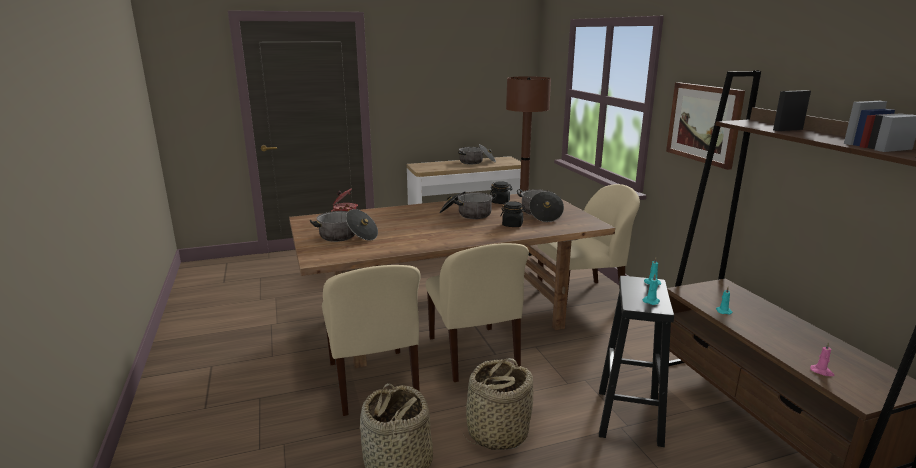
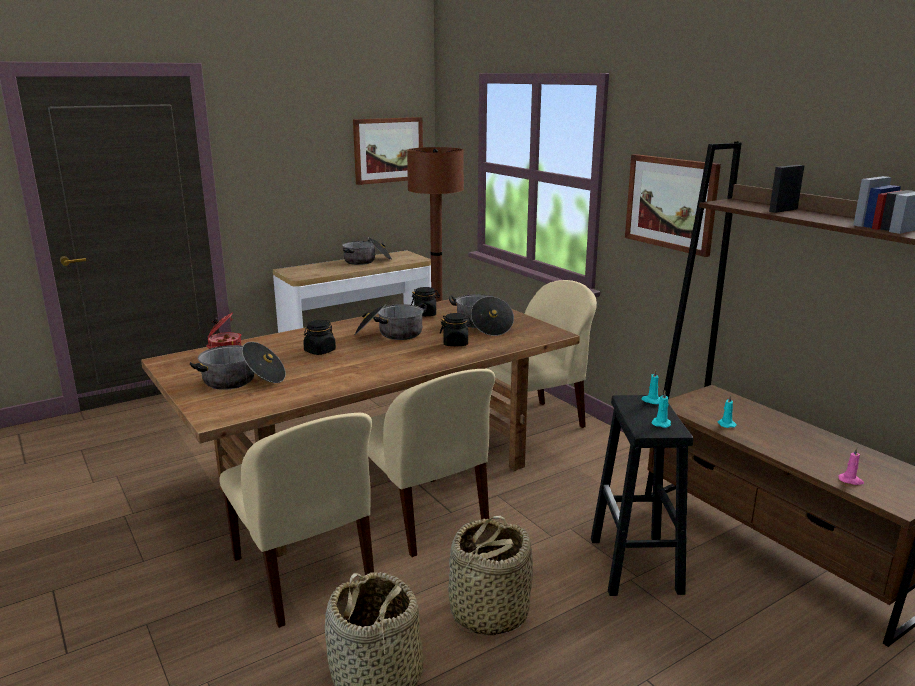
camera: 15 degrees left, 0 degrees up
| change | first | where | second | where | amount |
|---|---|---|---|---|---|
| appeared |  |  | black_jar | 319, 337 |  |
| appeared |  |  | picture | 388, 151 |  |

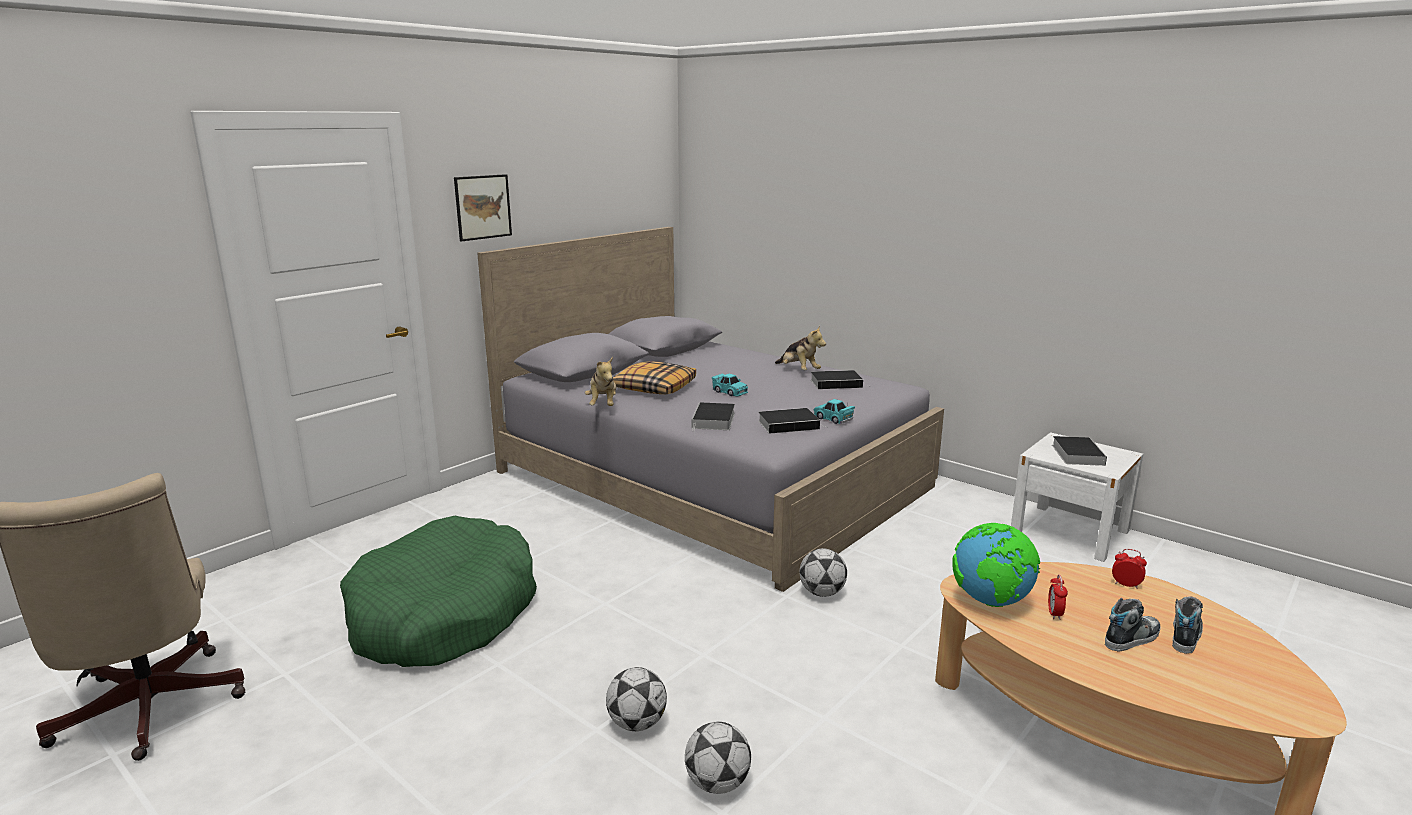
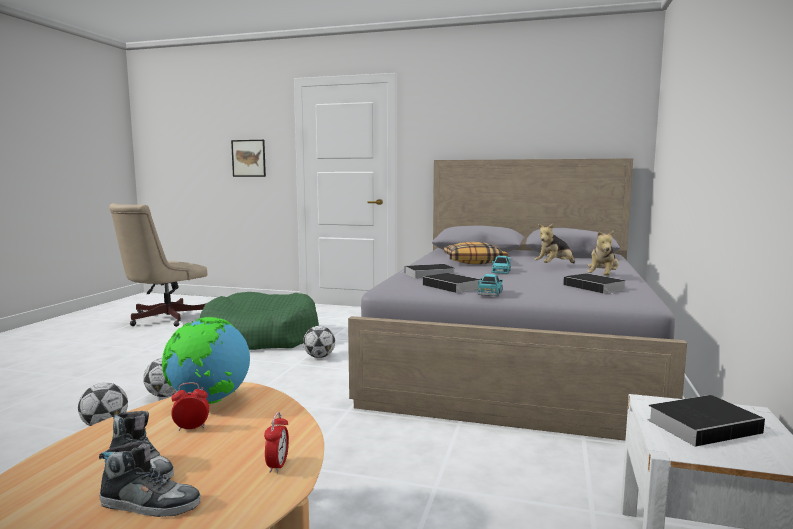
camera: 65 degrees right, 10 degrees down
| change | first | where | second | where | amount |
|---|---|---|---|---|---|
| relocated | picture | 483, 207 |  | 248, 158 |  |
| relocated | plush_toy | 600, 381 |  | 554, 244 |  |
| relocated | football | 823, 572 |  | 319, 342 |  |

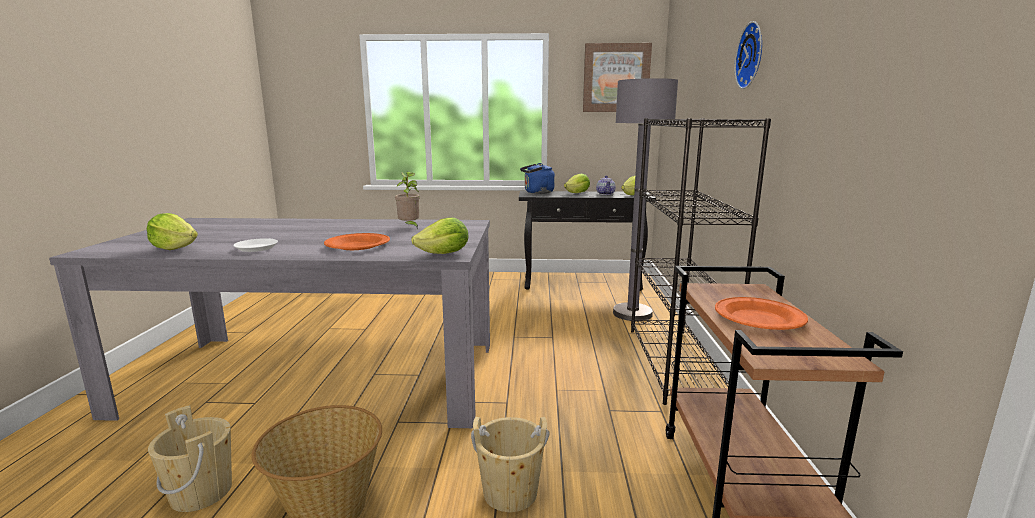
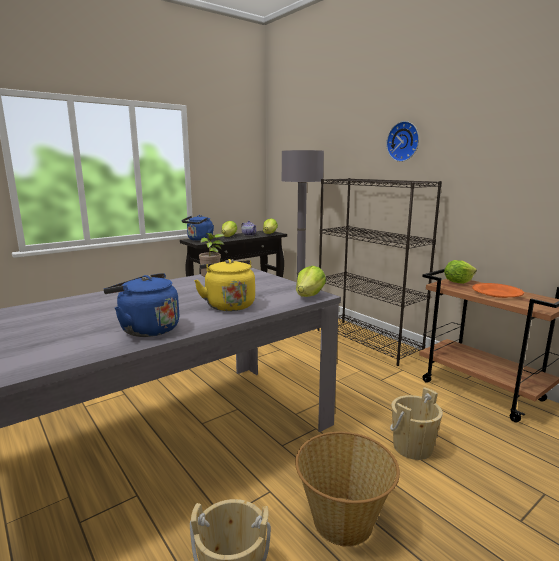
camera: 40 degrees left, 0 degrees up
| change | first | where | second | where | amount |
|---|---|---|---|---|---|
| relocated | lettuce | 172, 231 |  | 460, 272 |  |
| exchanged | white_plate | 255, 245 | blue_kettle | 141, 305 |  |
| exchanged | orange_plate | 357, 241 | yellow_kettle | 224, 285 |  |
| missing | picture | 617, 77 |  |  |  |

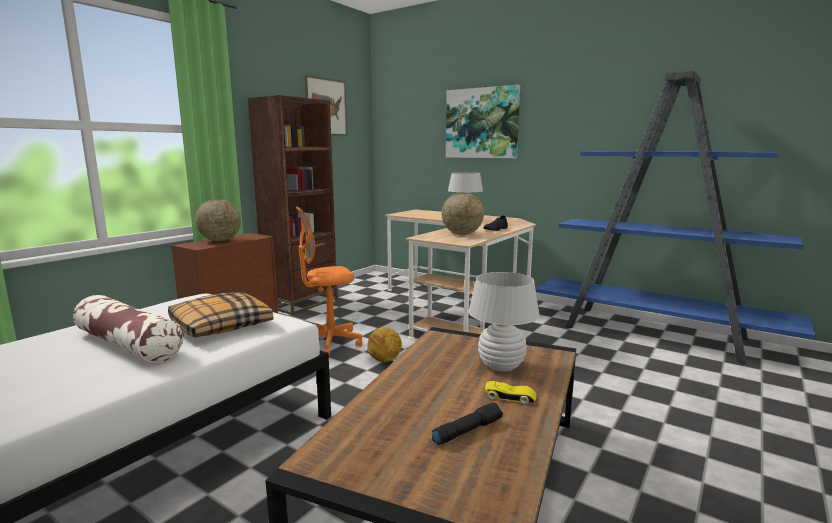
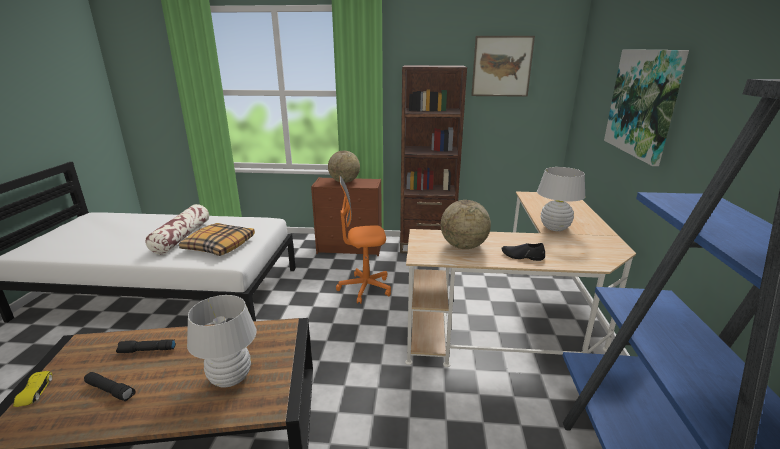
camera: 60 degrees right, 10 degrees up
| change | first | where | second | where | amount |
|---|---|---|---|---|---|
| spun | orange_office_chair | 329, 281 |  | 363, 240 | 45 degrees counterclockwise |
| missing | football | 384, 344 |  |  |  |
| relocated | yellow_toy_car | 510, 392 |  | 33, 389 |  |
| appeared |  |  | black_flashlight | 146, 346 |  |

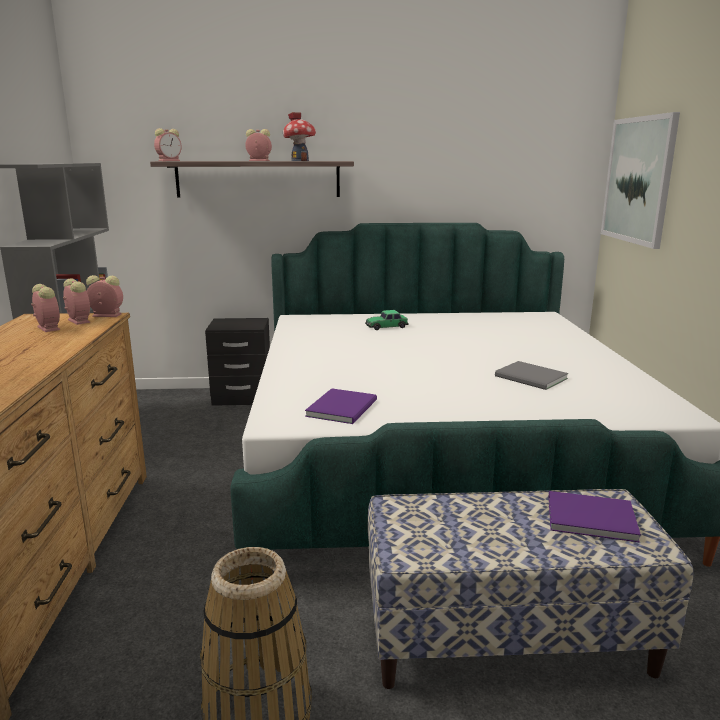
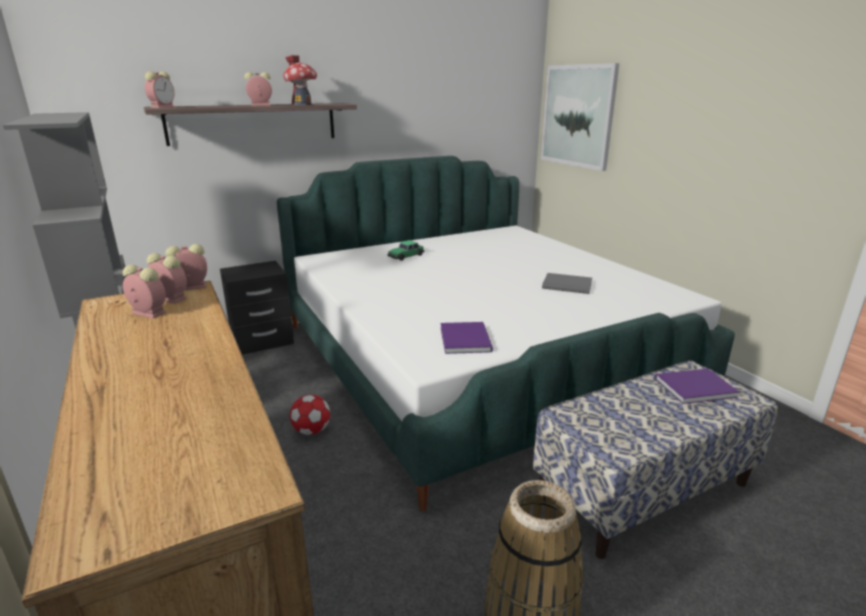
camera: 25 degrees left, 5 degrees up
| change | first | where | second | where | amount |
|---|---|---|---|---|---|
| appeared |  |  | football | 310, 415 |  |

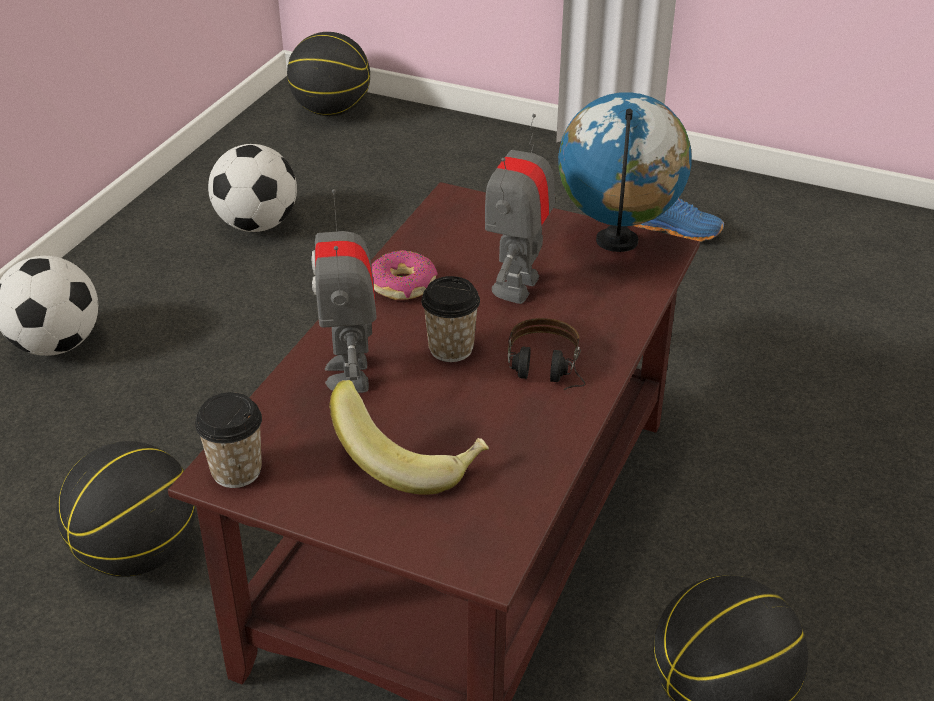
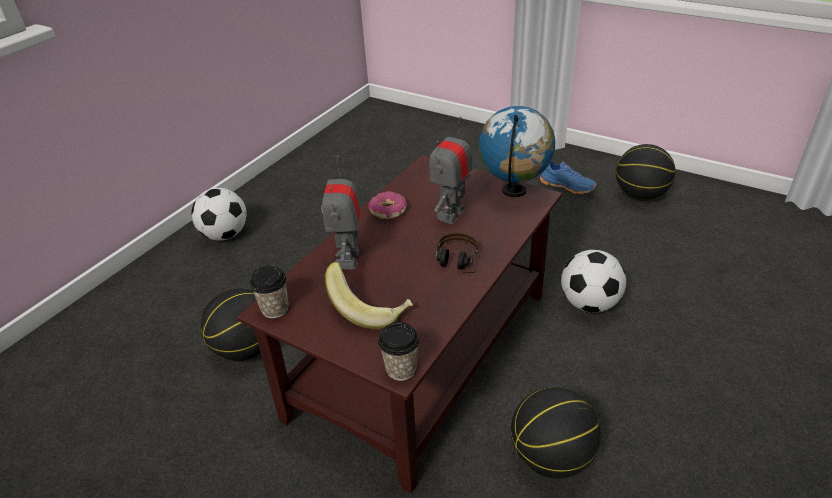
camera: 10 degrees right, 0 degrees up
| change | first | where | second | where | amount |
|---|---|---|---|---|---|
| relocated | football | 252, 188 |  | 593, 281 |  |
| relocated | basketball | 328, 74 |  | 645, 172 |  |
| relocated | cup | 450, 319 |  | 398, 351 |  |

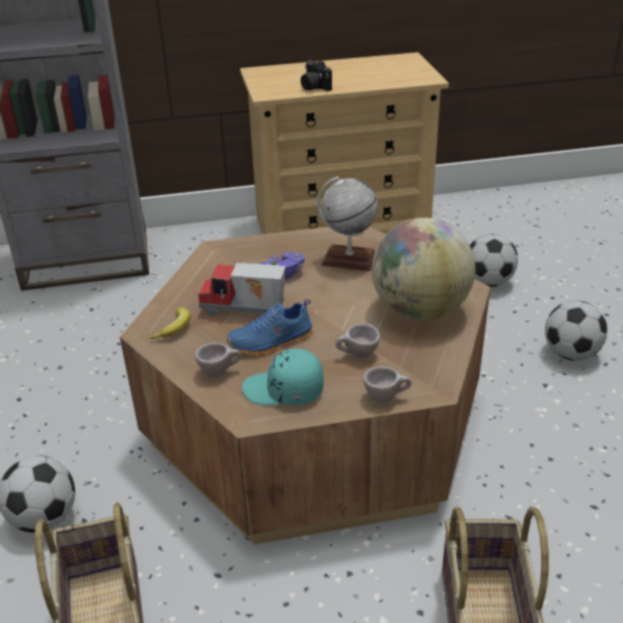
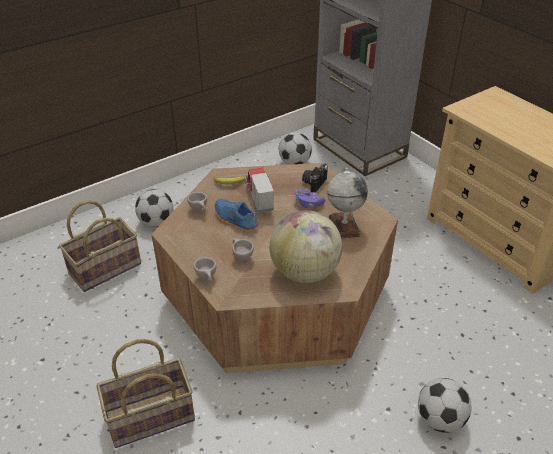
camera: 65 degrees right, 5 degrees up
| change | first | where | second | where | amount |
|---|---|---|---|---|---|
| missing | turquoise_cap | 283, 377 |  |  |  |
| relocated | photo_camera | 316, 75 |  | 315, 177 |  |
| relocated | football | 494, 260 |  | 295, 148 |  |

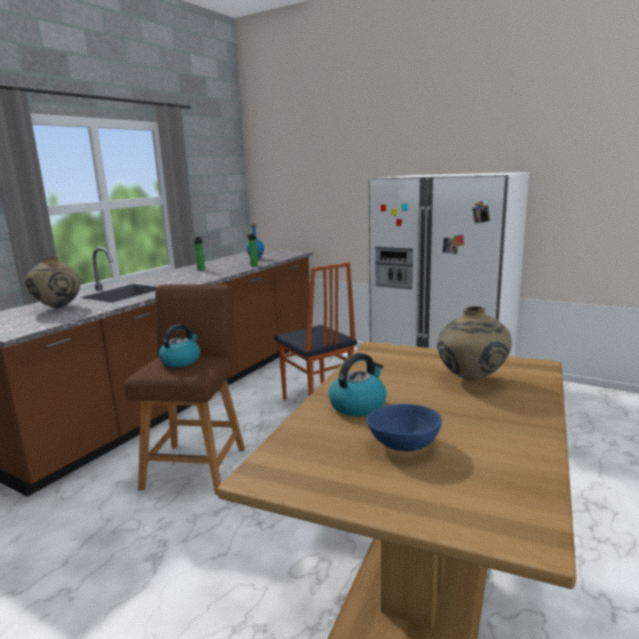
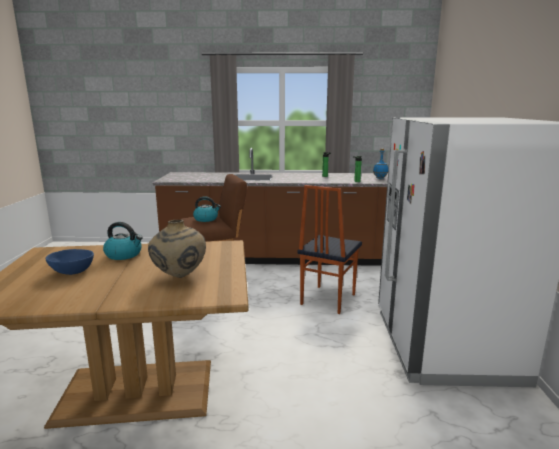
camera: 60 degrees right, 0 degrees up
| change | first | where | second | where | amount |
|---|---|---|---|---|---|
| missing | beige_vase | 53, 282 |  |  |  |

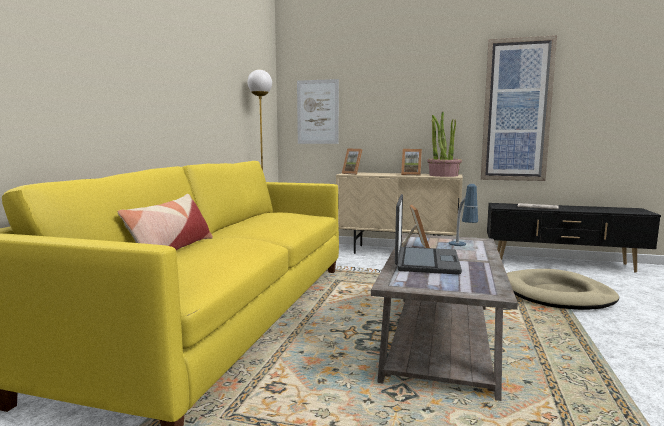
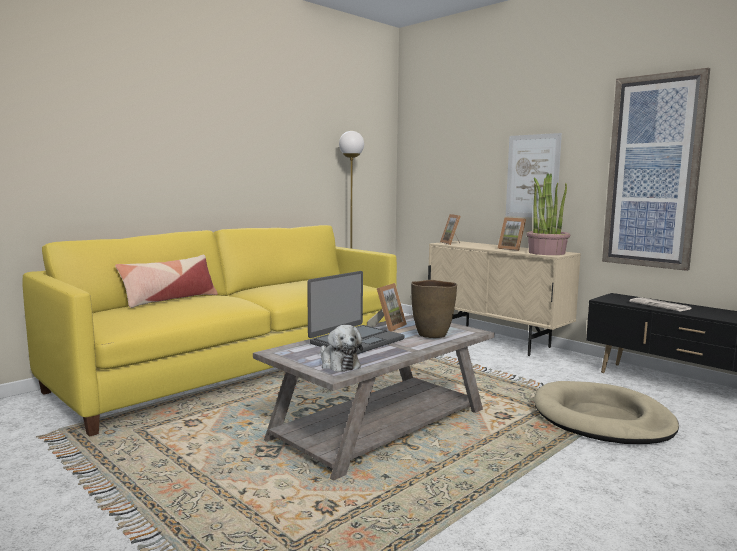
camera: 30 degrees right, 0 degrees up
| change | first | where | second | where | amount |
|---|---|---|---|---|---|
| relocated | picture | 318, 111 |  | 534, 175 |  |
| exchanged | table_lamp | 463, 215 | brown_vase | 434, 309 |  |
| appeared |  |  | plush_toy | 341, 348 |  |

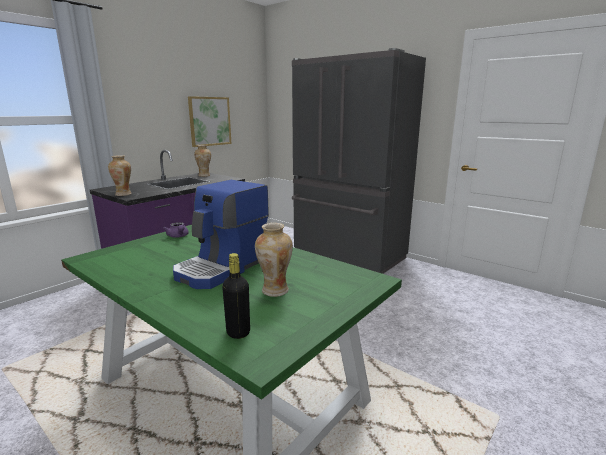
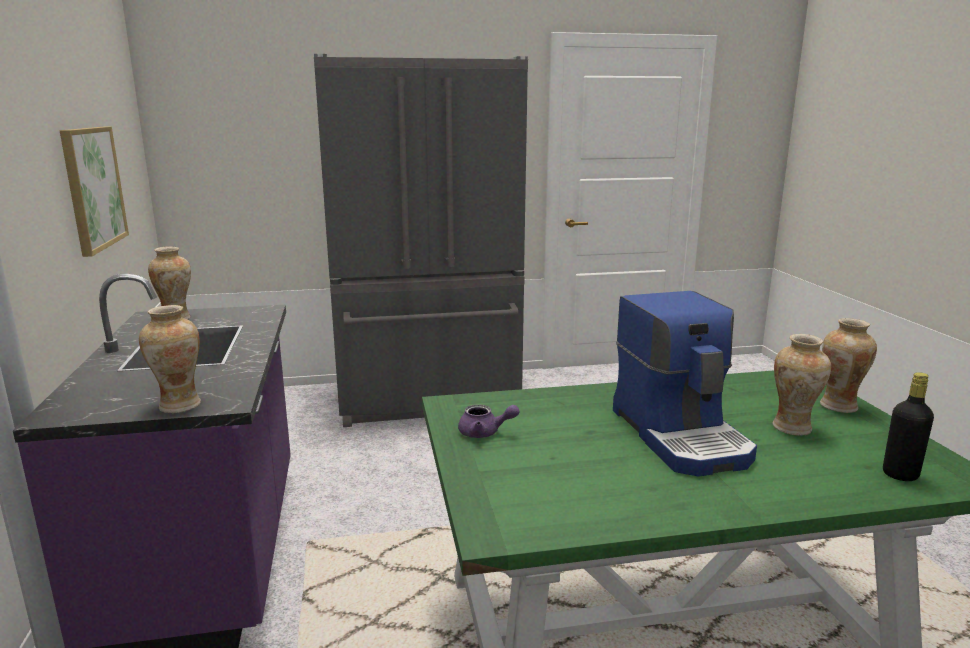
camera: 50 degrees left, 0 degrees up
| change | first | where | second | where | amount |
|---|---|---|---|---|---|
| appeared |  |  | vase | 848, 365 |  |

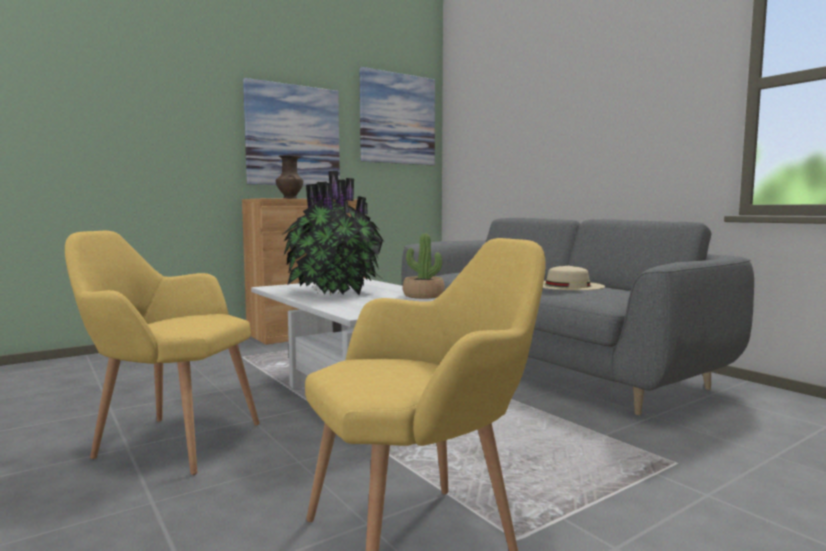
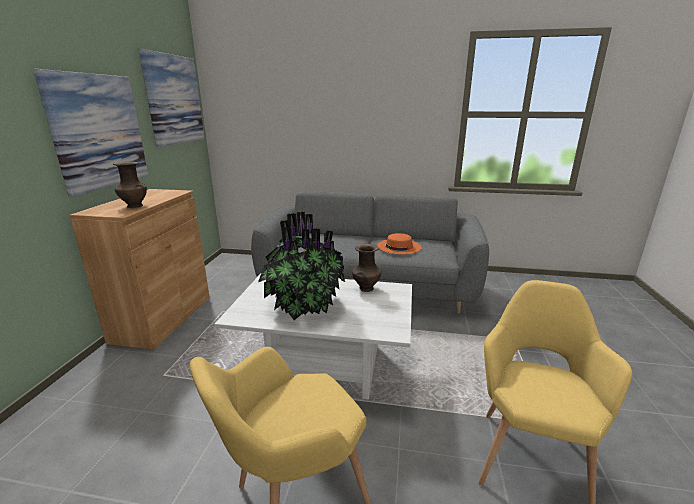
camera: 45 degrees left, 15 degrees up
| change | first | where | second | where | amount |
|---|---|---|---|---|---|
| exchanged | potted_plant | 424, 266 | brown_vase | 366, 268 |  |
| colour | beige_hat | 574, 278 | orange_hat | 399, 244 |  |

